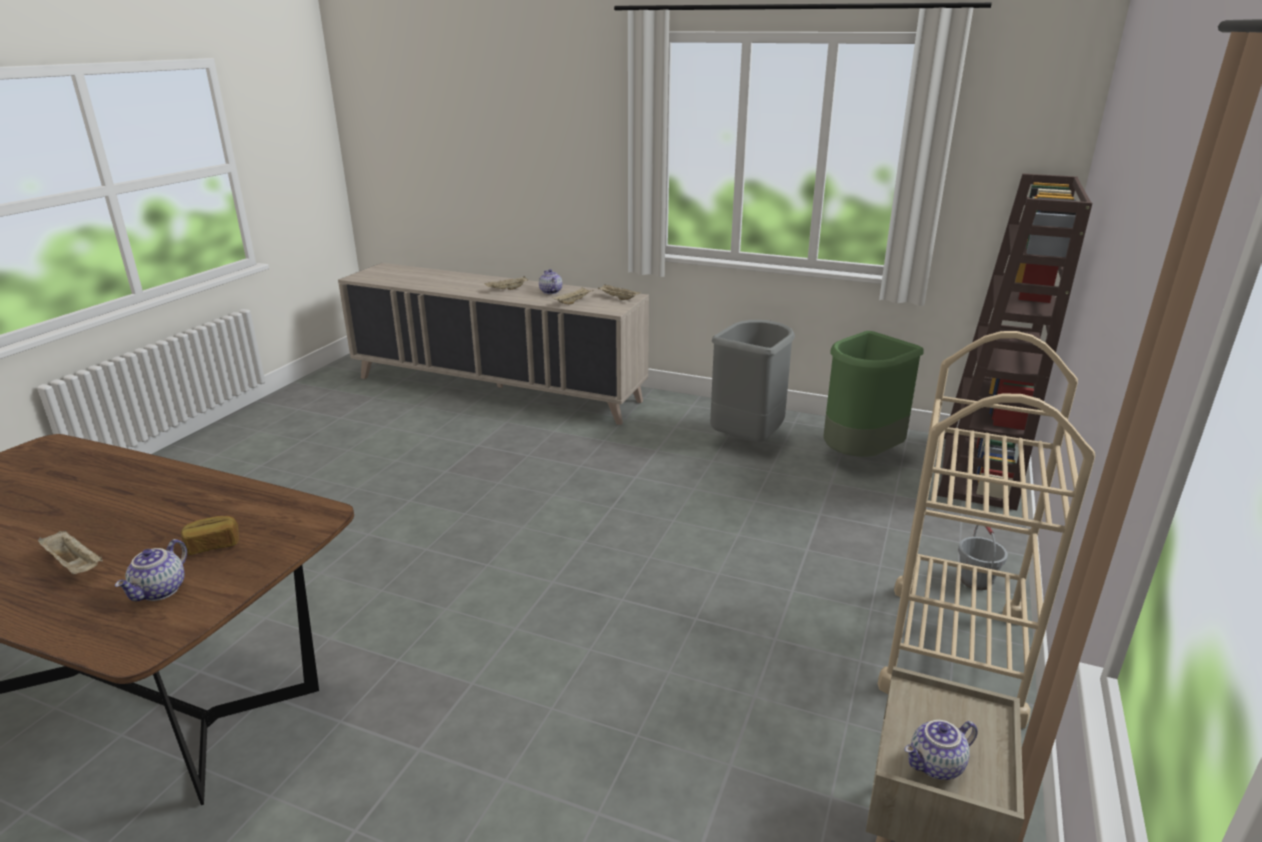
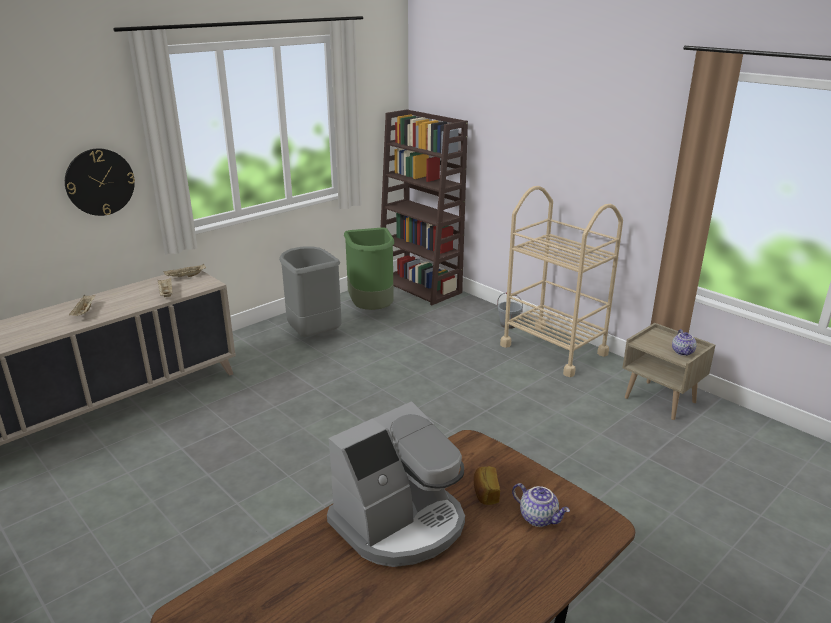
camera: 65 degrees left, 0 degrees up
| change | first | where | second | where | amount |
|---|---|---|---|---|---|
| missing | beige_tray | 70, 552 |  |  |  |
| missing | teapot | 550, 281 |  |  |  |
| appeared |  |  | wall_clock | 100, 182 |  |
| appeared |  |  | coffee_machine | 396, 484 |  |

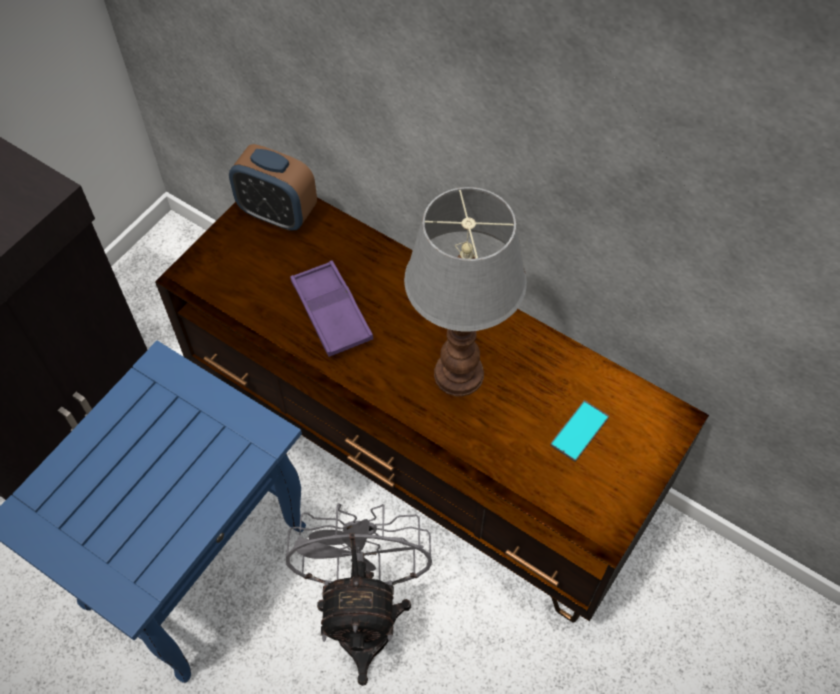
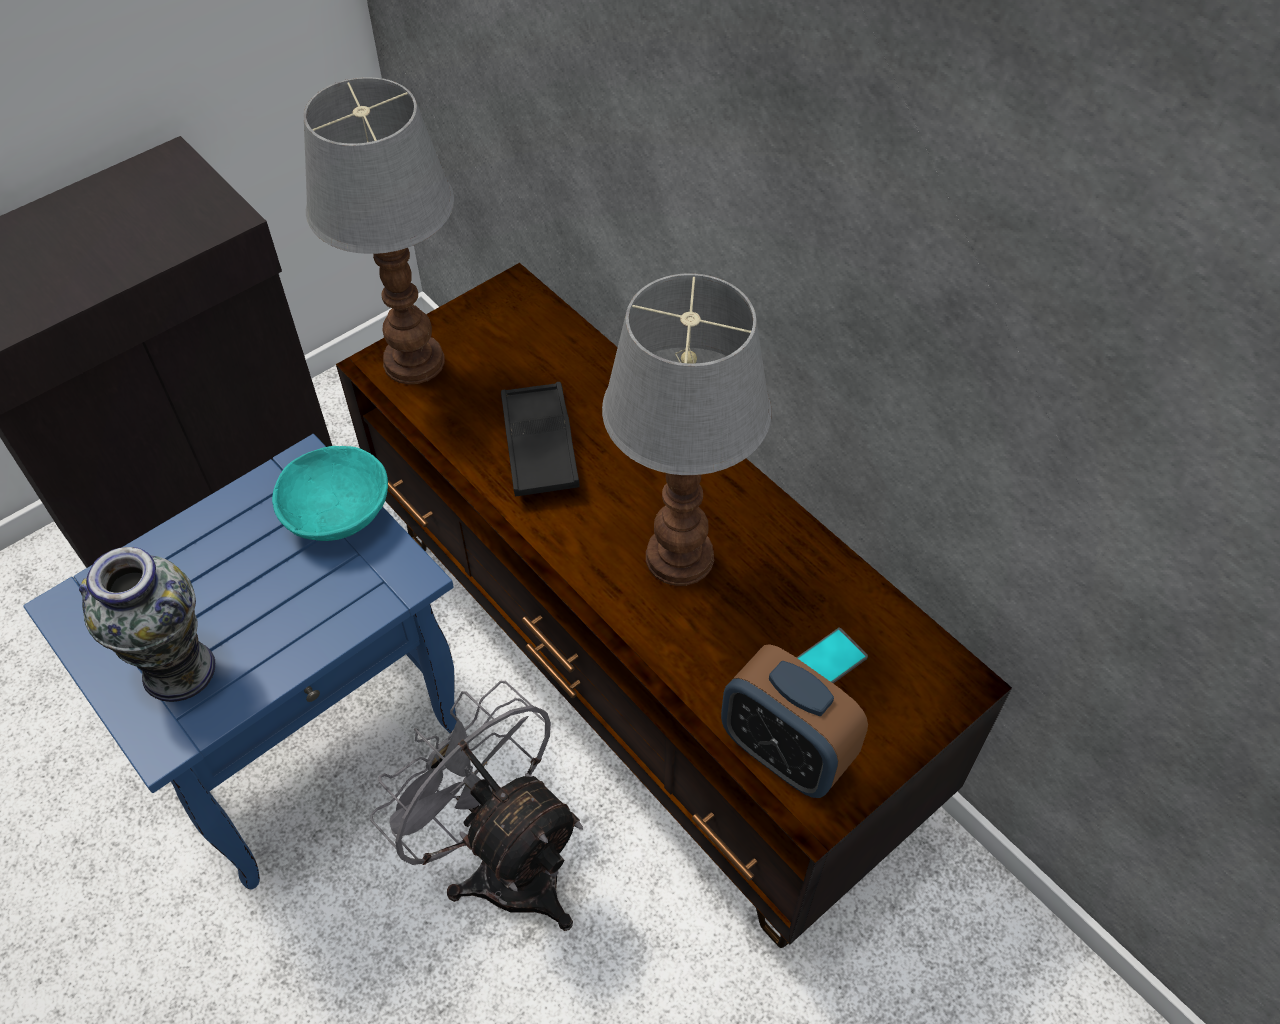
camera: 15 degrees right, 5 degrees down
| change | first | where | second | where | amount |
|---|---|---|---|---|---|
| relocated | alarm_clock | 273, 187 |  | 794, 721 |  |
| spun | grey_fan | 359, 594 |  | 476, 806 | 60 degrees counterclockwise |
| colour | purple_tray | 331, 309 | black_tray | 540, 439 |  |
| appeared |  |  | vase | 147, 624 |  |
| appeared |  |  | turquoise_bowl | 330, 493 |  |
| appeared |  |  | table_lamp | 379, 230 |  |

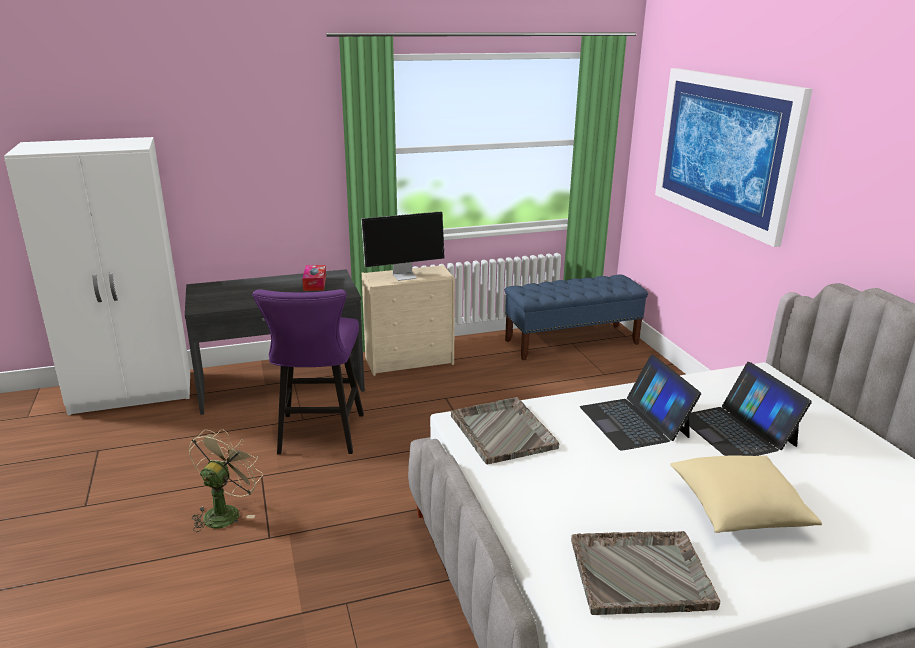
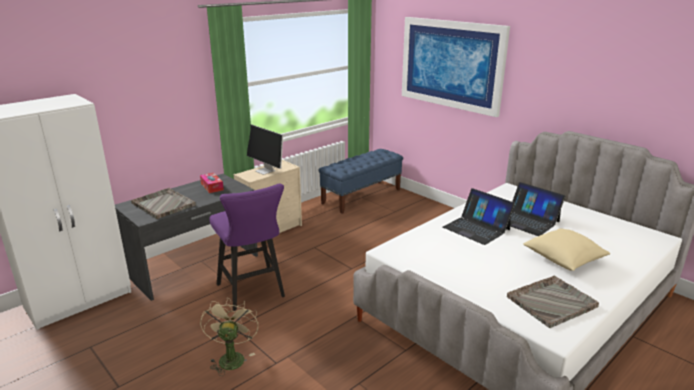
camera: 25 degrees left, 0 degrees up
| change | first | where | second | where | amount |
|---|---|---|---|---|---|
| spun | monitor | 403, 246 |  | 265, 149 | 90 degrees clockwise |
| relocated | grey_tray | 505, 430 |  | 163, 203 |  |

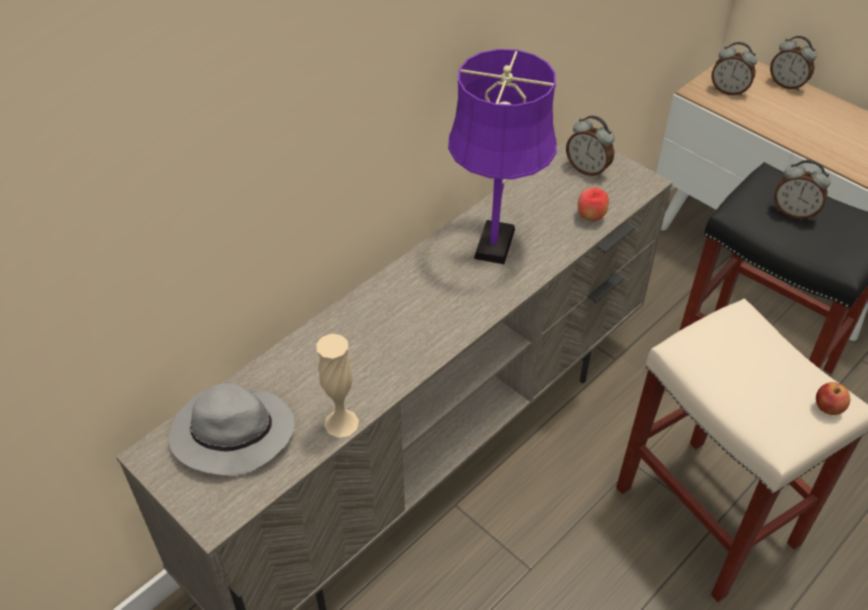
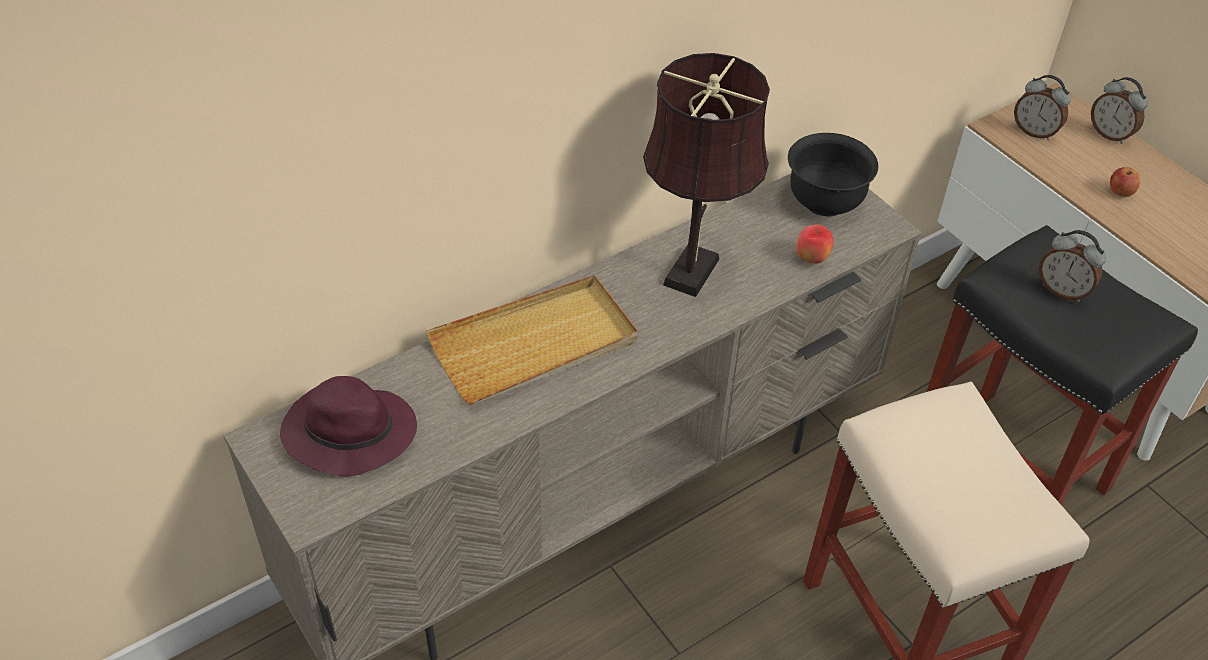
camera: 10 degrees right, 0 degrees up
| change | first | where | second | where | amount |
|---|---|---|---|---|---|
| colour | grey_hat | 231, 429 | purple_hat | 348, 426 |  |
| missing | beige_vase | 337, 386 |  |  |  |
| colour | purple_table_lamp | 502, 156 | brown_table_lamp | 706, 175 |  |
| exchanged | alarm_clock | 590, 146 | black_bowl | 833, 174 |  |
| relocated | apple | 833, 398 |  | 1125, 182 |  |
| appeared |  |  | beige_tray | 532, 340 |  |

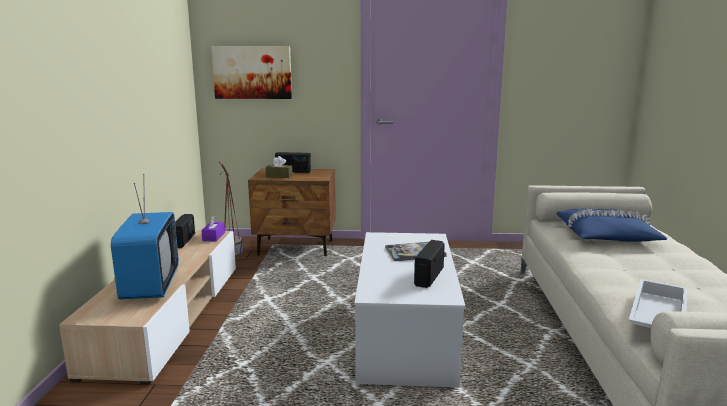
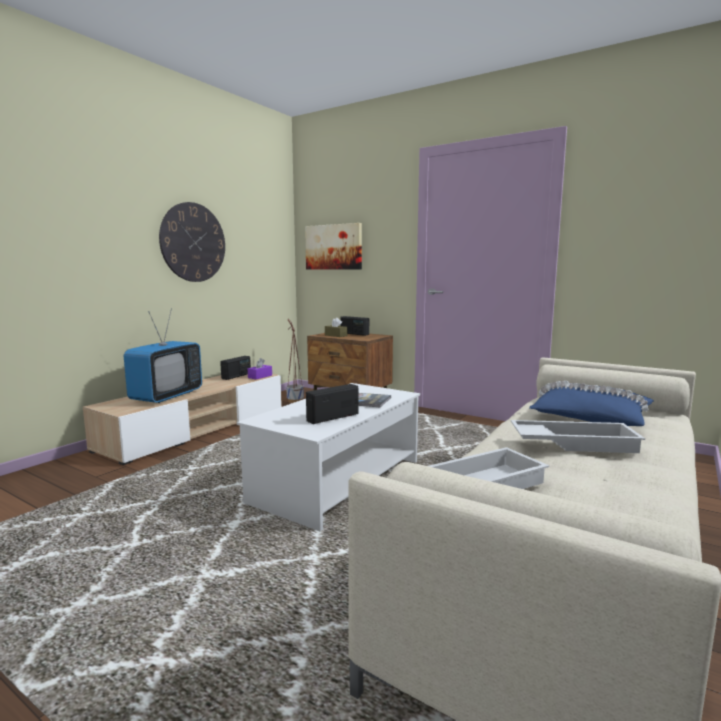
camera: 30 degrees right, 5 degrees down
| change | first | where | second | where | amount |
|---|---|---|---|---|---|
| appeared |  |  | wall_clock | 192, 242 |  |
| appeared |  |  | white_tray | 578, 436 |  |

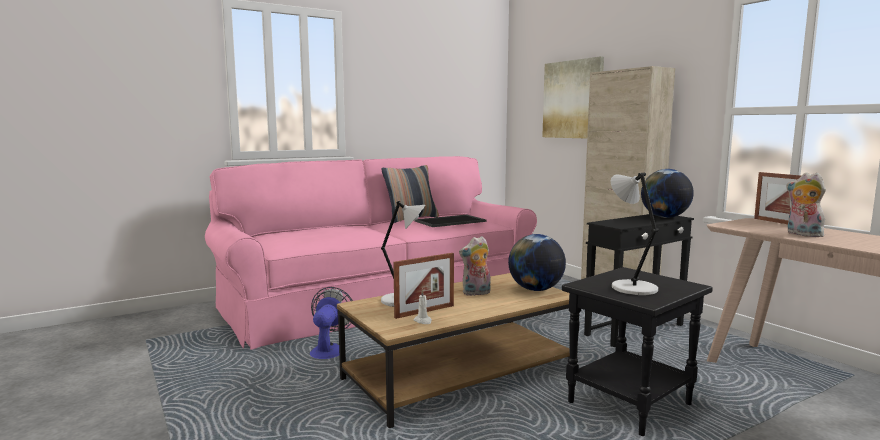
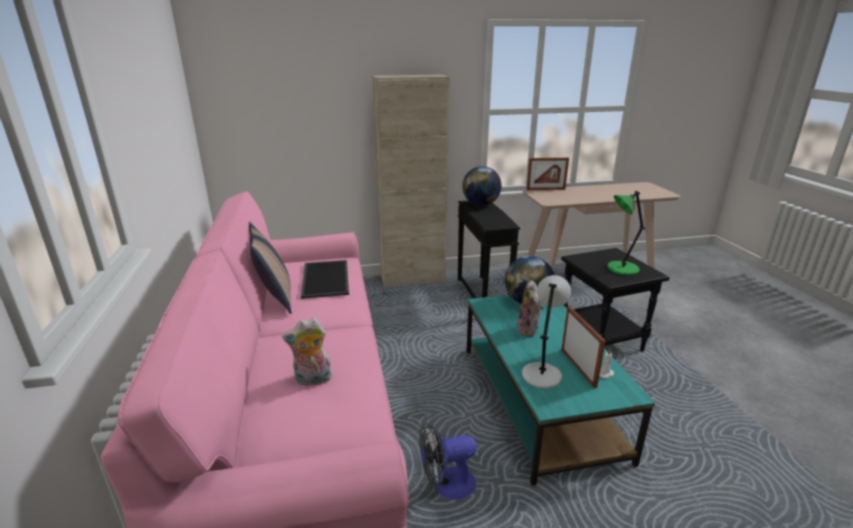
camera: 70 degrees left, 15 degrees up
| change | first | where | second | where | amount |
|---|---|---|---|---|---|
| spun | fan | 331, 323 |  | 448, 461 | 45 degrees counterclockwise |
| colour | brown_coffee_table | 457, 350 | turquoise_coffee_table | 561, 390 |  |
| missing | picture | 573, 97 |  |  |  |
| colour | grey_table_lamp | 635, 234 | green_table_lamp | 626, 233 |  |
| relocated | plush_toy | 806, 204 |  | 307, 352 |  |

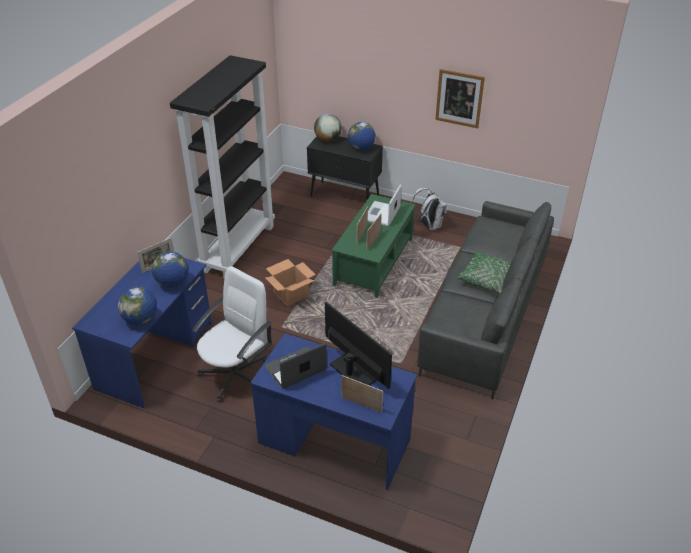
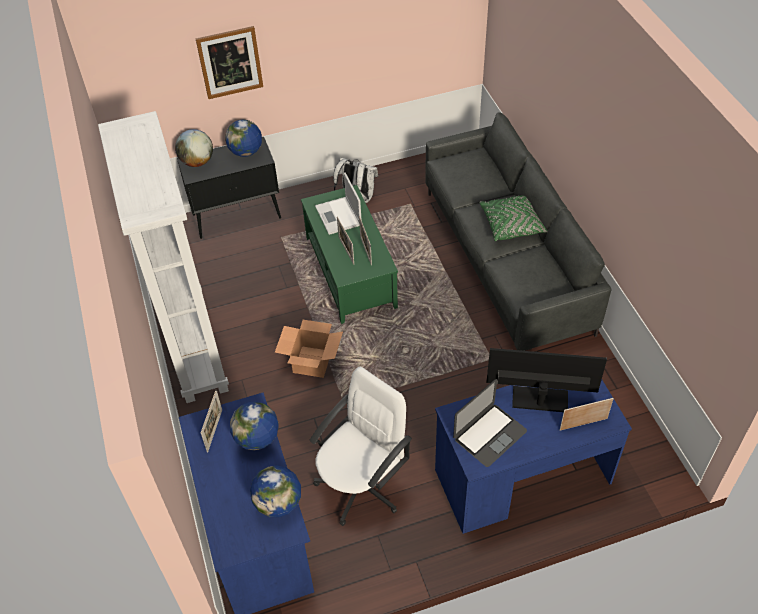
camera: 40 degrees left, 10 degrees up
| change | first | where | second | where | amount |
|---|---|---|---|---|---|
| colour | black_bookcase | 222, 166 | white_bookcase | 163, 257 |  |
| spun | white_office_chair | 232, 334 |  | 361, 446 | 45 degrees clockwise |
| spun | laptop | 296, 366 |  | 490, 423 | 150 degrees counterclockwise |
| relocated | picture | 460, 98 |  | 229, 62 |  |

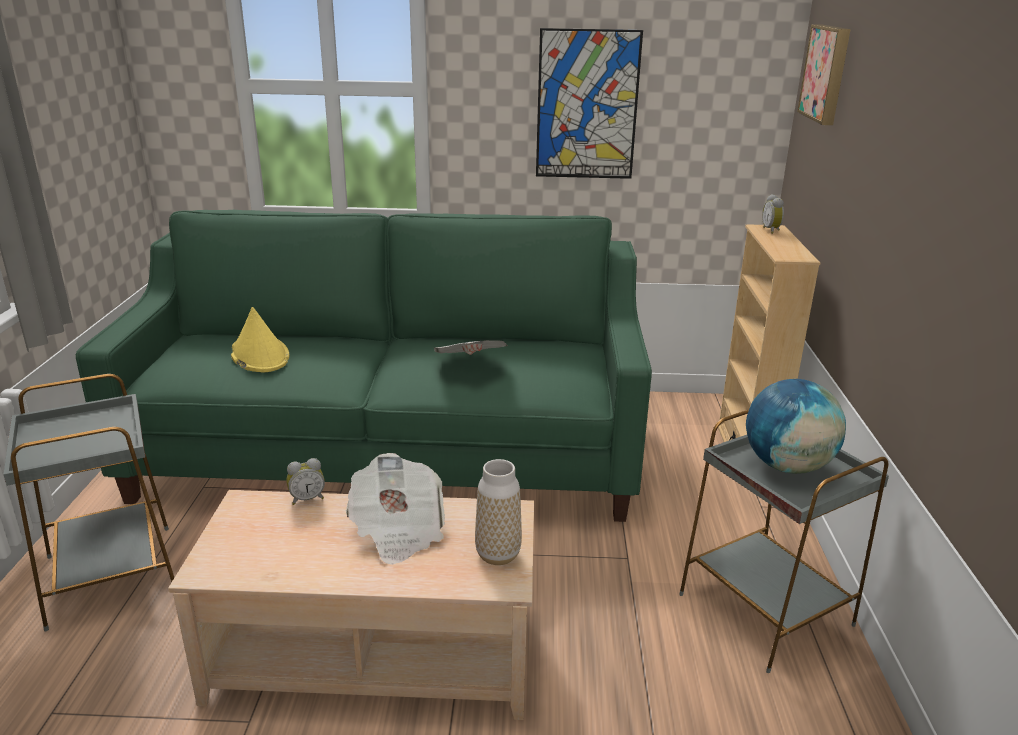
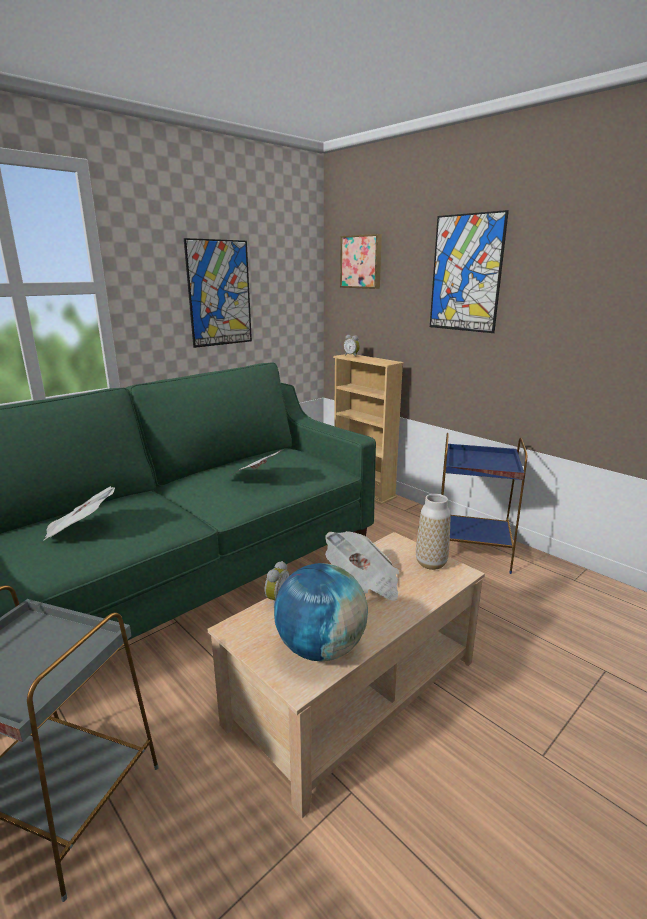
camera: 45 degrees left, 5 degrees down
| change | first | where | second | where | amount |
|---|---|---|---|---|---|
| exchanged | yellow_hat | 260, 340 | newspaper | 79, 513 |  |
| colour | grey_side_table | 784, 541 | blue_side_table | 484, 503 |  |
| relocated | globe | 796, 426 |  | 321, 612 |  |
| appeared |  |  | picture | 469, 271 |  |

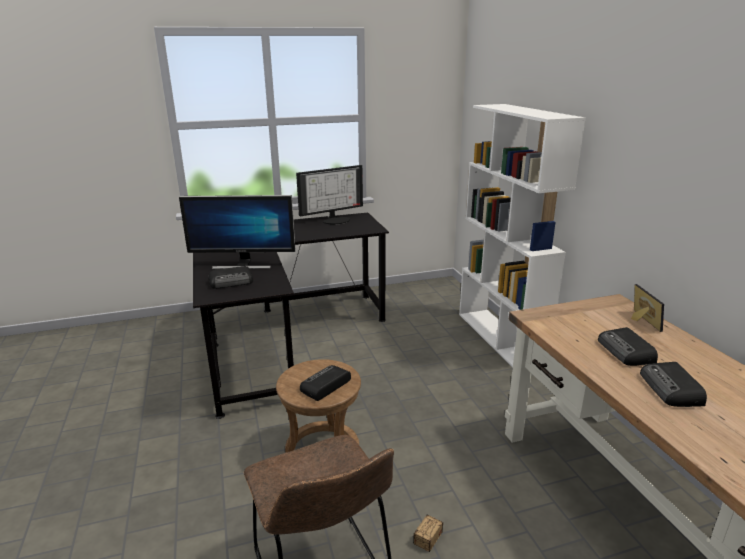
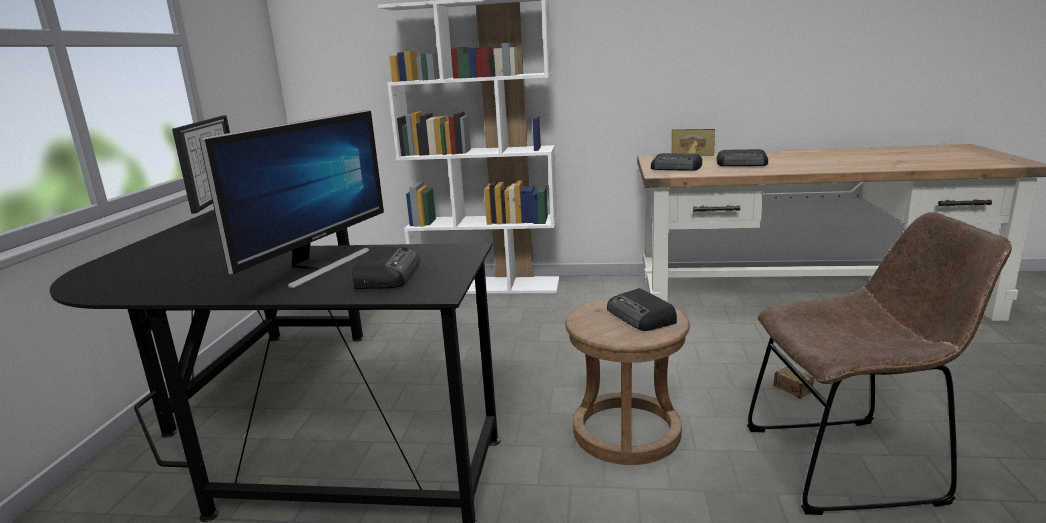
camera: 65 degrees left, 5 degrees down
| change | first | where | second | where | amount |
|---|---|---|---|---|---|
| relocated | radio | 673, 384 |  | 676, 162 |  |

